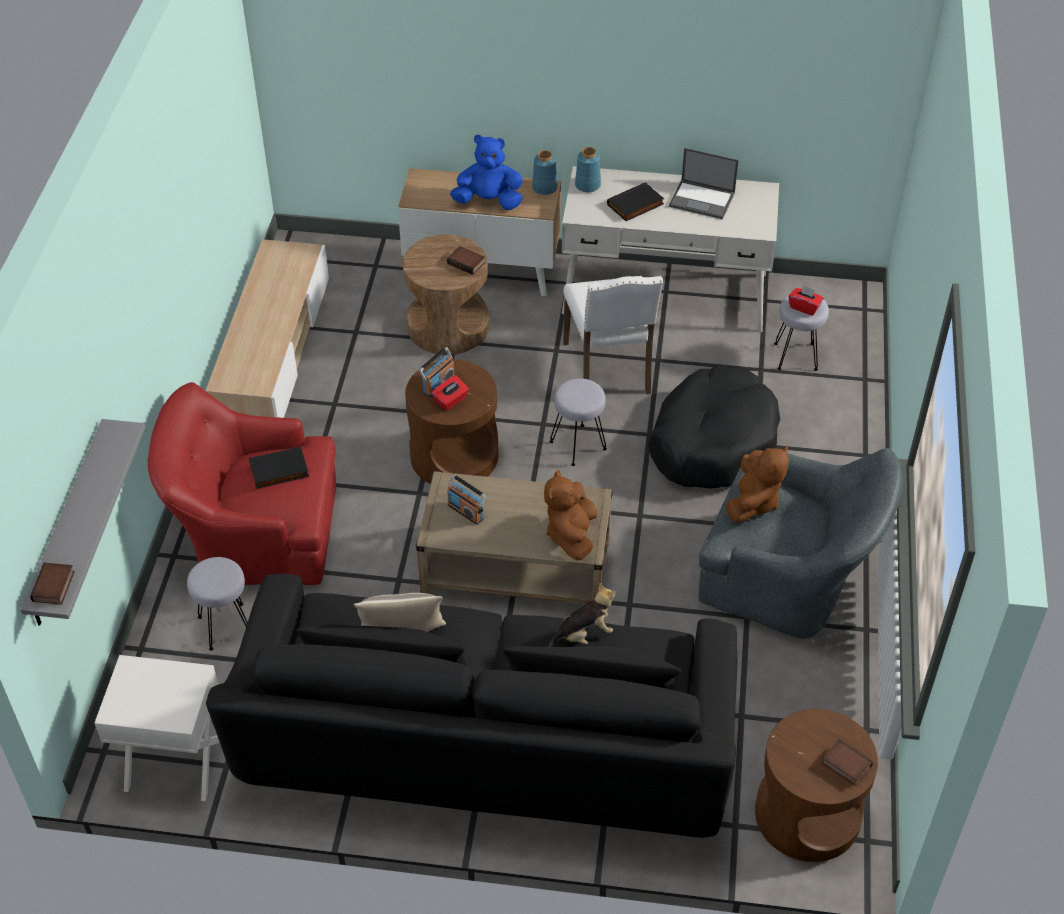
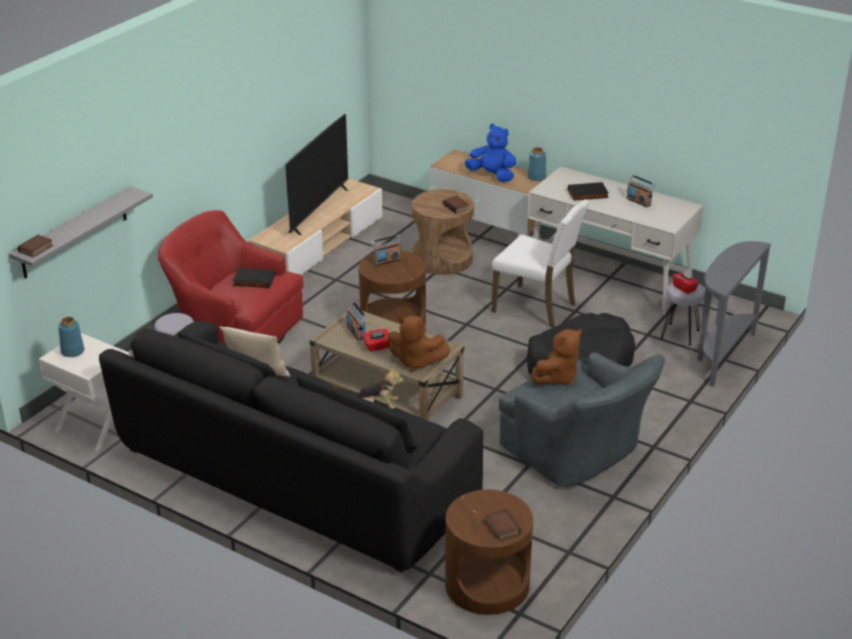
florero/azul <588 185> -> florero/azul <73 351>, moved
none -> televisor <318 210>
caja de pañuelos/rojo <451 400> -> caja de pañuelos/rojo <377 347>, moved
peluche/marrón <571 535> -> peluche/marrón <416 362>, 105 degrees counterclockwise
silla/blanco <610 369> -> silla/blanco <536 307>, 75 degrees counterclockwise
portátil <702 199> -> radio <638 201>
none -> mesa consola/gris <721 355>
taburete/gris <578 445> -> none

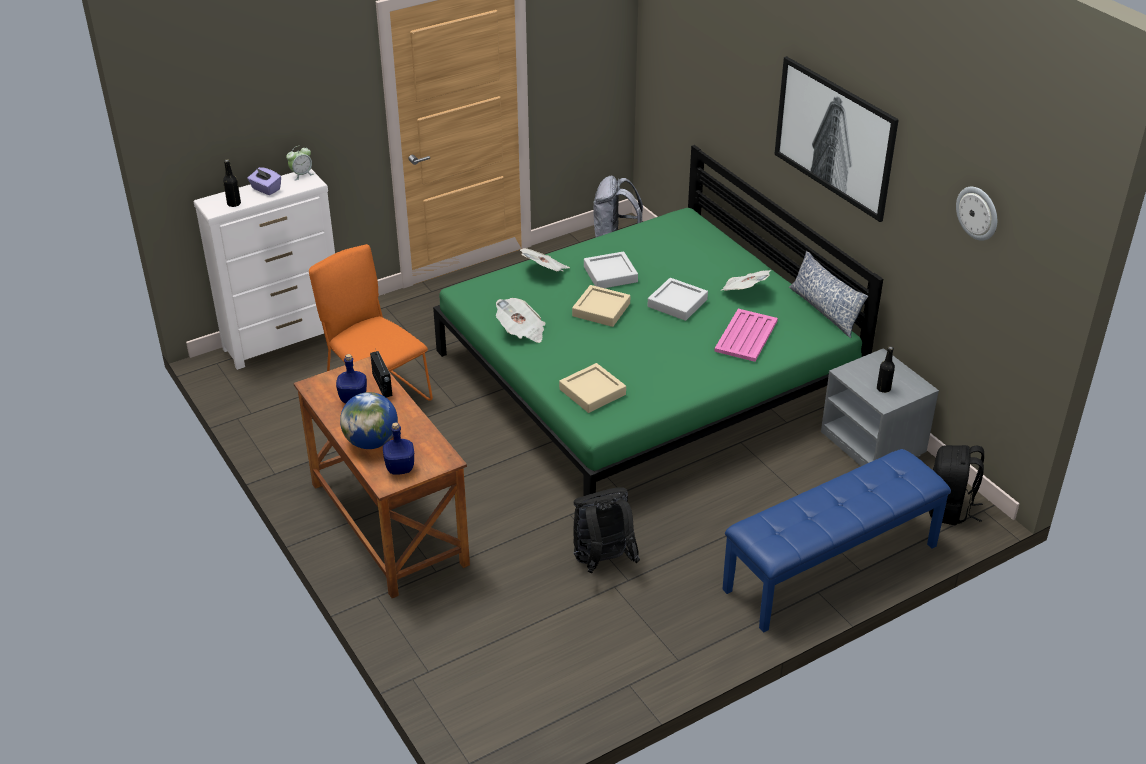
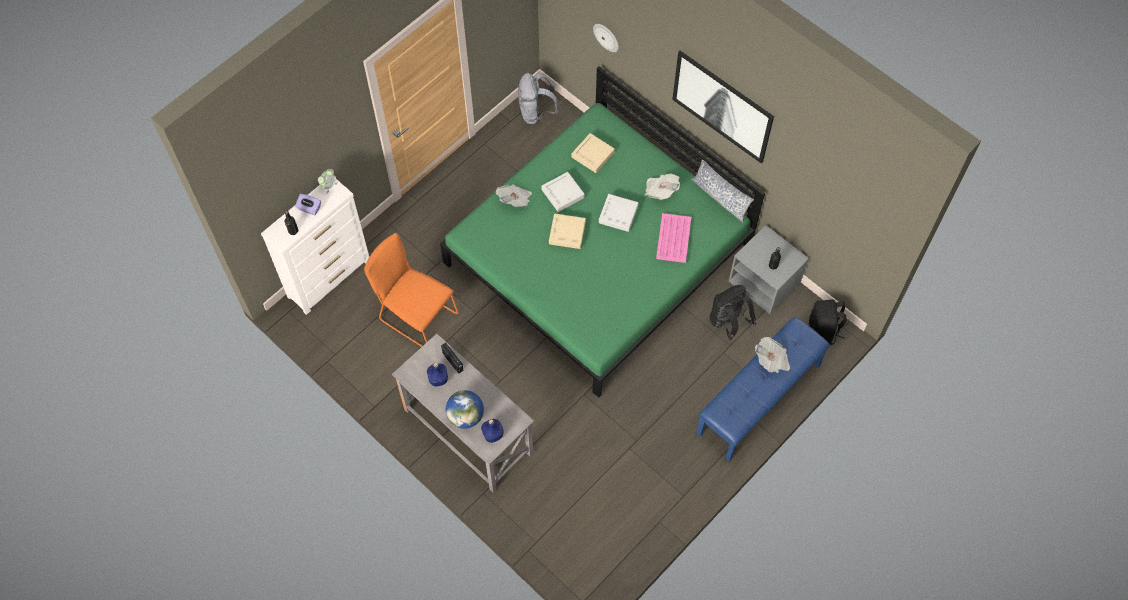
escritorio/marrón <387 524> -> escritorio/gris <467 432>
bandeja/beis <592 392> -> bandeja/beis <592 155>, moved
reloj de pared <978 213> -> reloj de pared <606 37>, moved
mochila/negro <602 562> -> mochila/negro <728 323>, moved
periódico <521 331> -> periódico <771 360>, moved

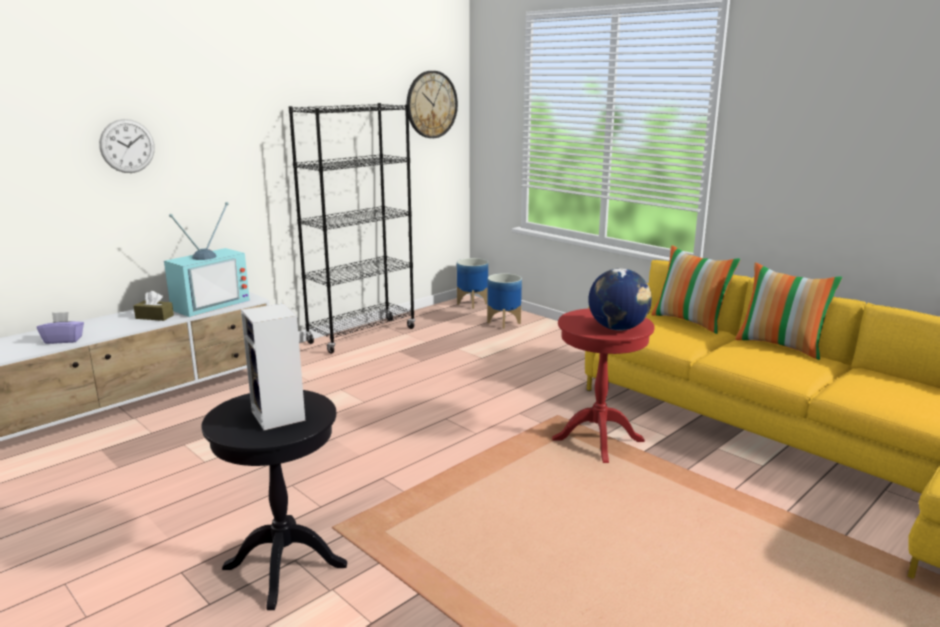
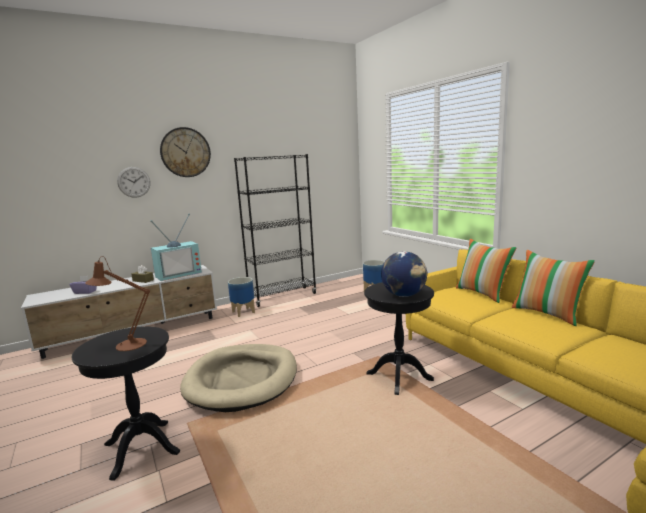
altavoz <280 417> -> lámpara de mesa/marrón <126 345>
reloj de pared <431 104> -> reloj de pared <185 152>, moved
none -> cama para perro/beis <242 380>
maceta <472 303> -> maceta <244 312>, moved
mesa auxiliar/rojo <598 440> -> mesa auxiliar/negro <399 377>

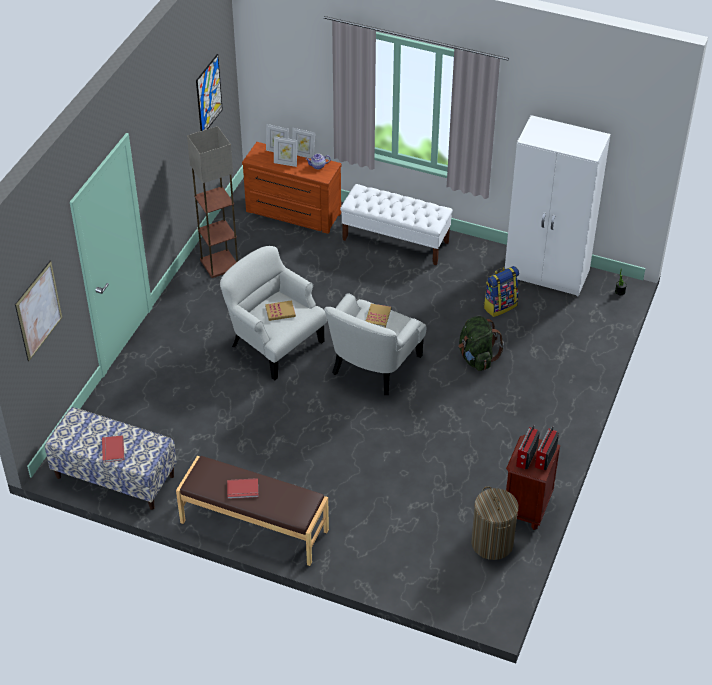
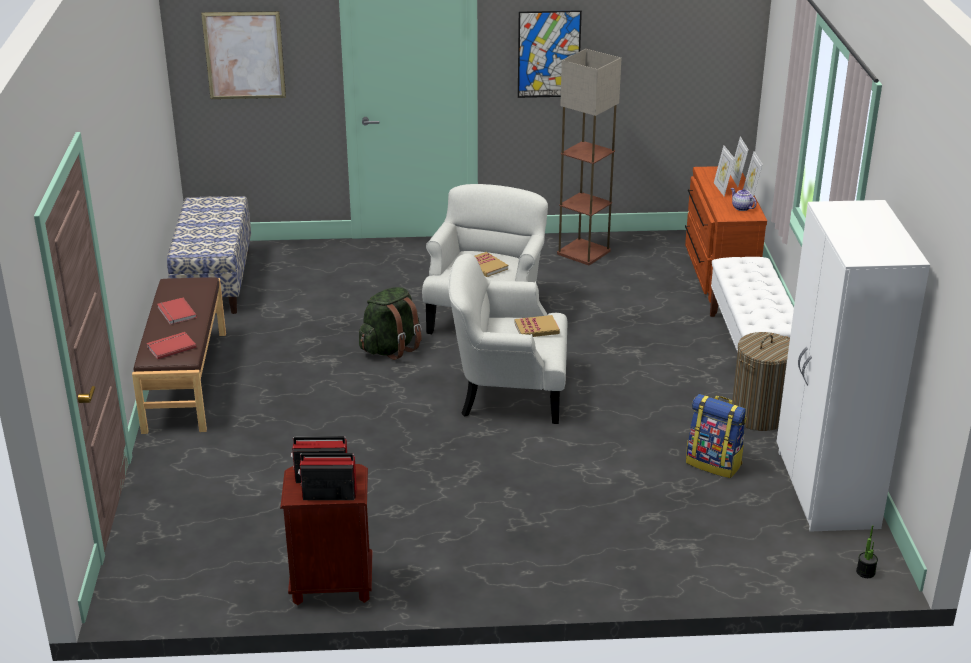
libro/rojo <112 450> -> libro/rojo <170 347>, moved
mochila/verde <476 358> -> mochila/verde <391 348>, moved
cuadro <209 95> -> cuadro <549 54>, moved
cesto de la ropa <492 543> -> cesto de la ropa <758 415>, moved

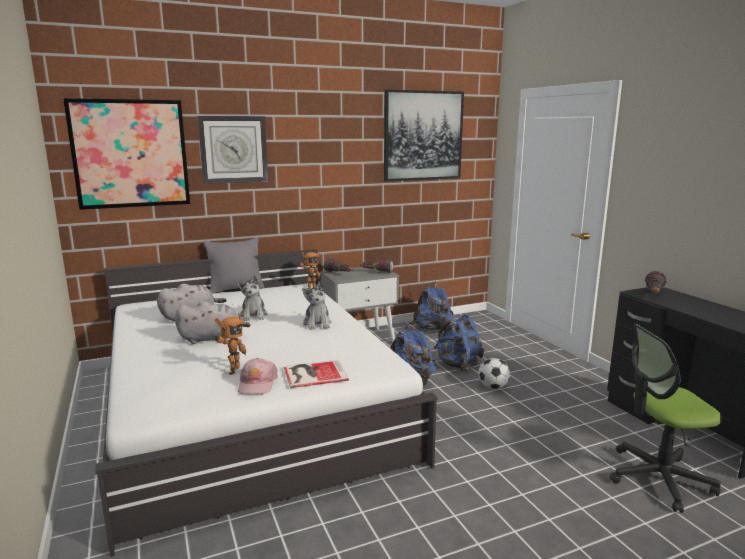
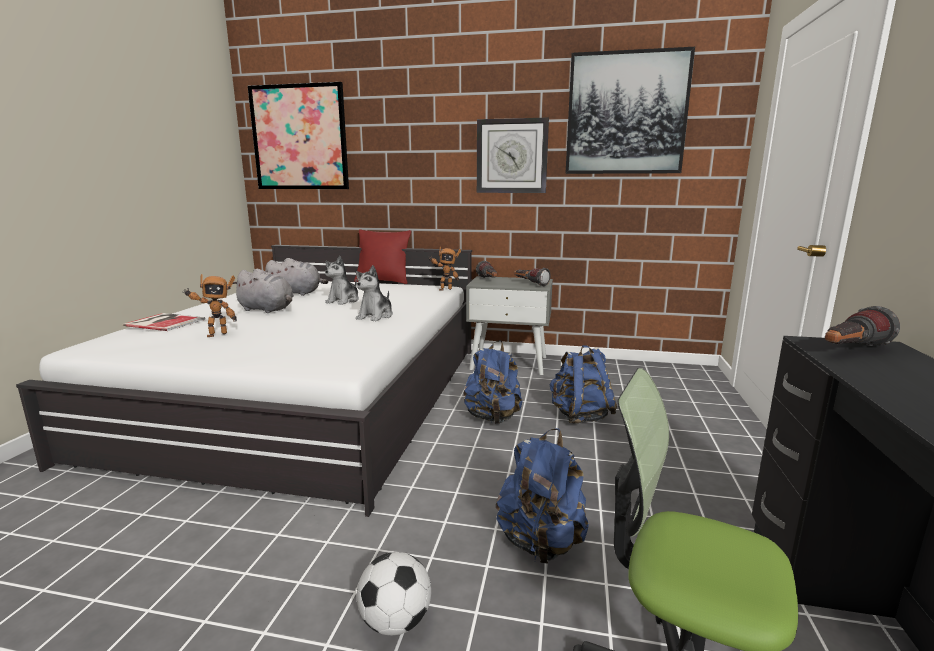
libro <313 374> -> libro <165 322>, moved
cojín/gris <236 289> -> cojín/rojo <383 281>
balón de fútbol <493 387> -> balón de fútbol <395 622>, moved
reloj de pared <233 149> -> reloj de pared <512 156>, moved
mochila/azul <433 329> -> mochila/azul <541 543>, moved
gorra/rosa <257 383> -> none

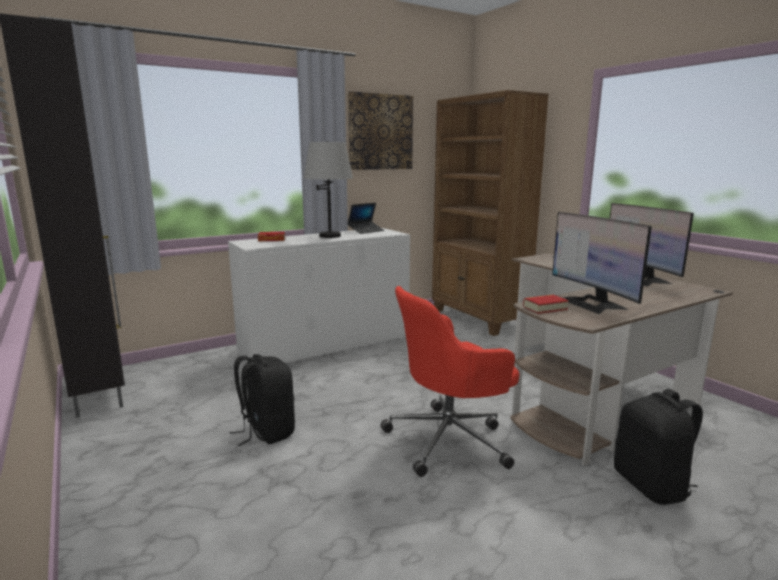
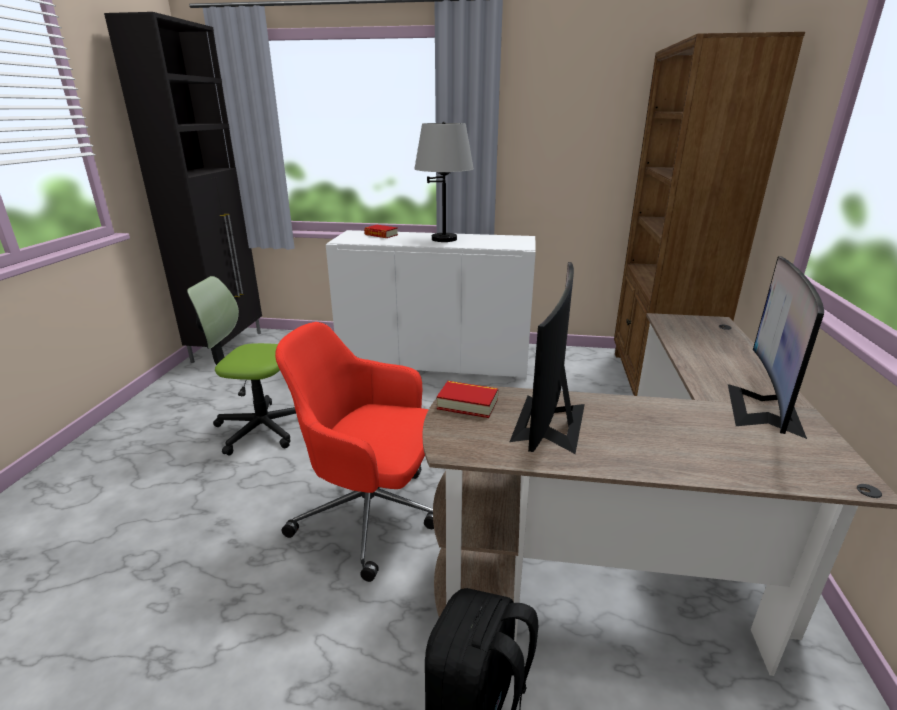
mochila/negro <266 431> -> silla de oficina <261 428>
portátil <366 231> -> none
cuadro <380 132> -> none

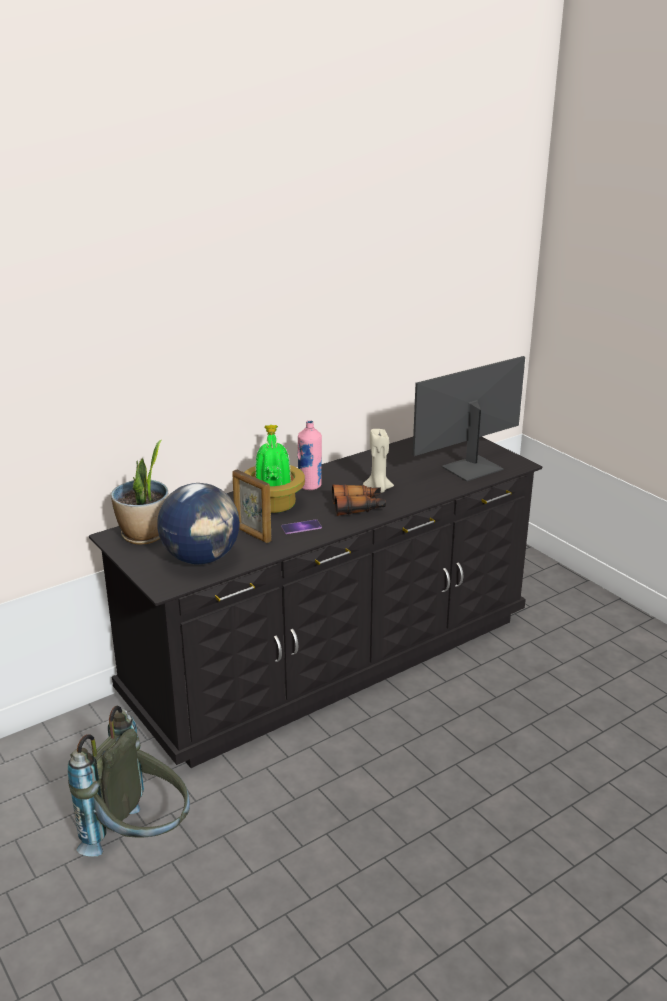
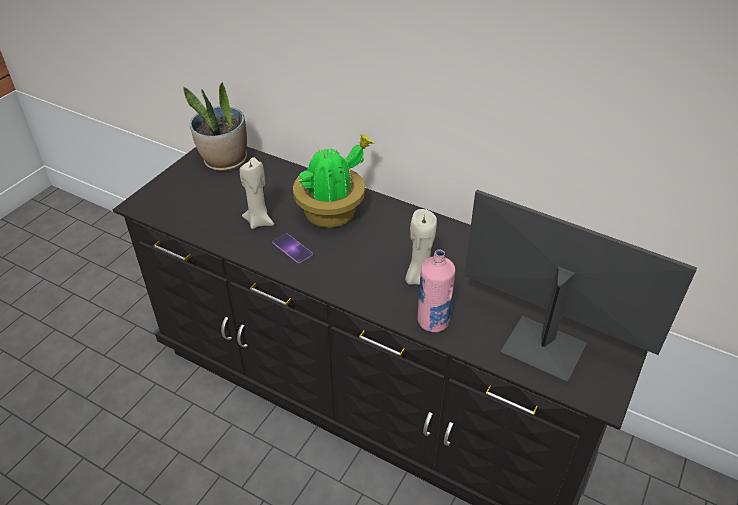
portarretratos <252 534> -> vela/beis <259 221>
botella/rosa <310 486> -> botella/rosa <433 322>, moved
mochila/gris <140 839> -> none
globo terráqueo <201 558> -> none
prismáticos <358 507> -> none

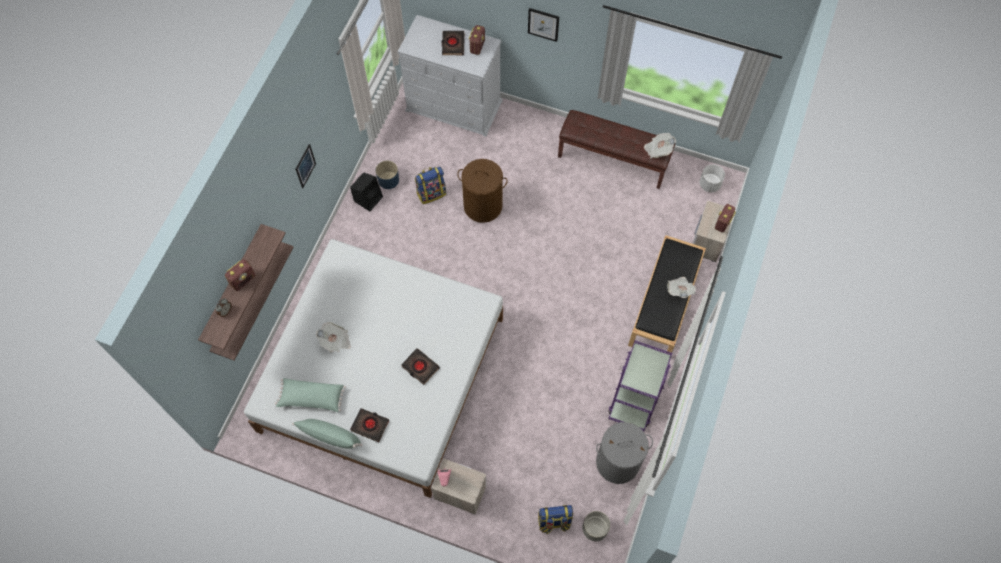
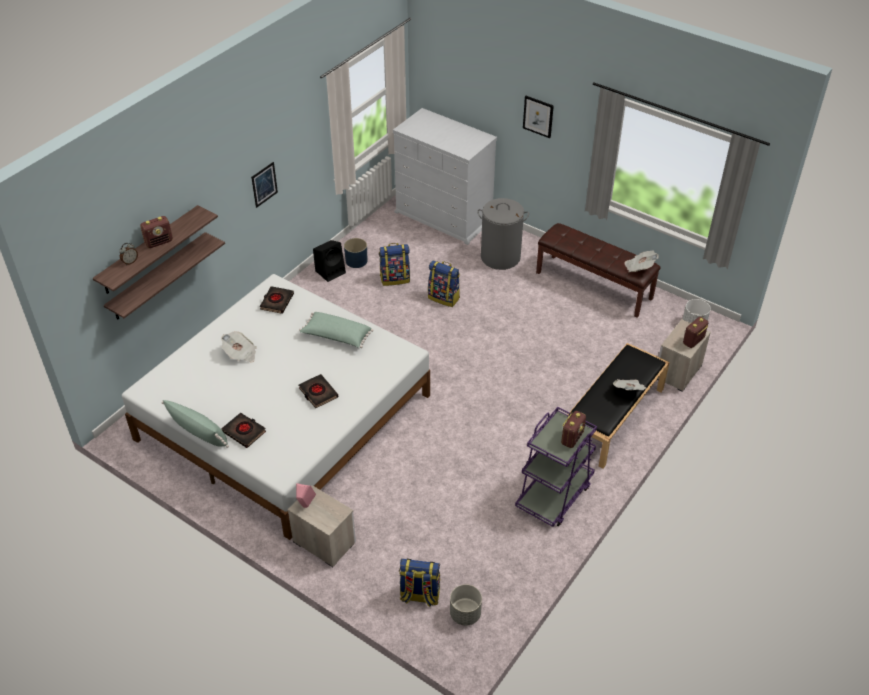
libro/negro <453 44> -> libro/negro <276 302>, moved
cojín/verde <311 398> -> cojín/verde <336 336>, moved
cesto de la ropa/marrón <483 205> -> mochila <444 298>
cesto de la ropa/gris <617 462> -> cesto de la ropa/gris <500 257>, moved
radio <477 46> -> radio <572 438>, moved

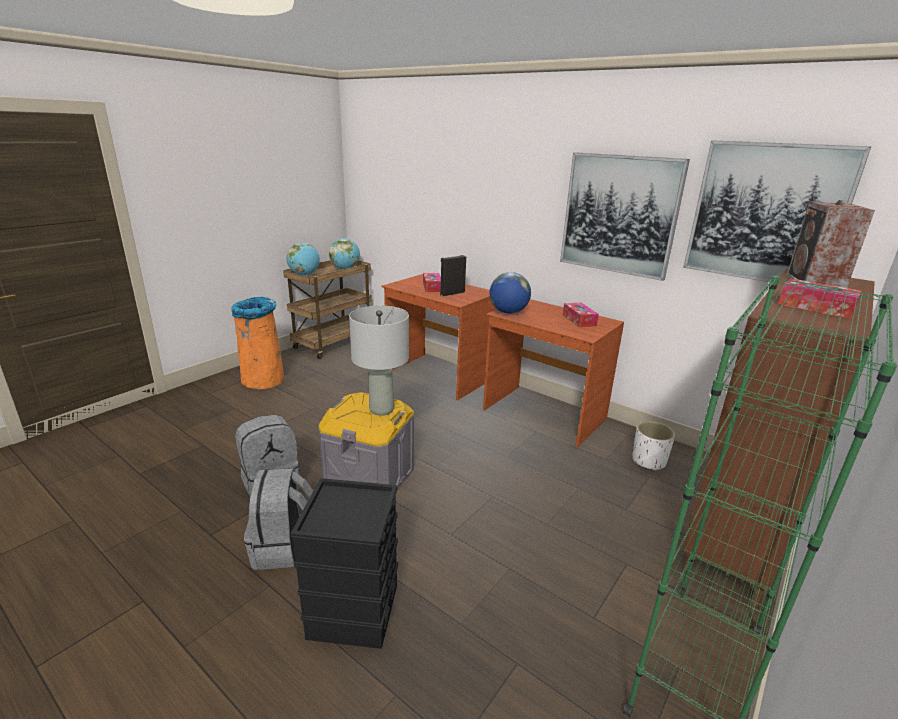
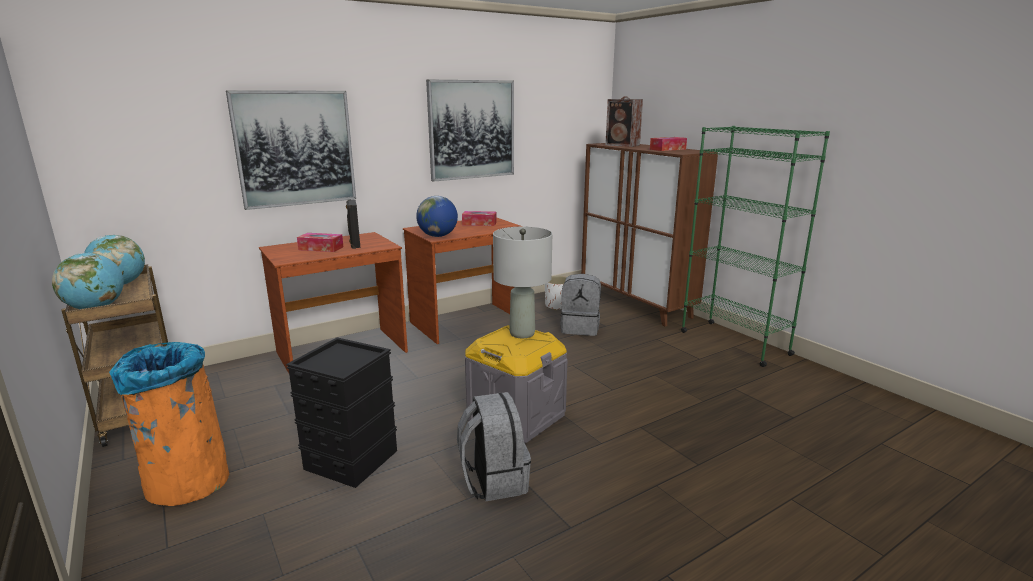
cuadro <766 213> -> cuadro <295 148>, moved
caja de almacenaje/negro <352 612> -> caja de almacenaje/negro <351 460>, moved
mochila/gris <284 548> -> mochila/gris <580 328>, moved

